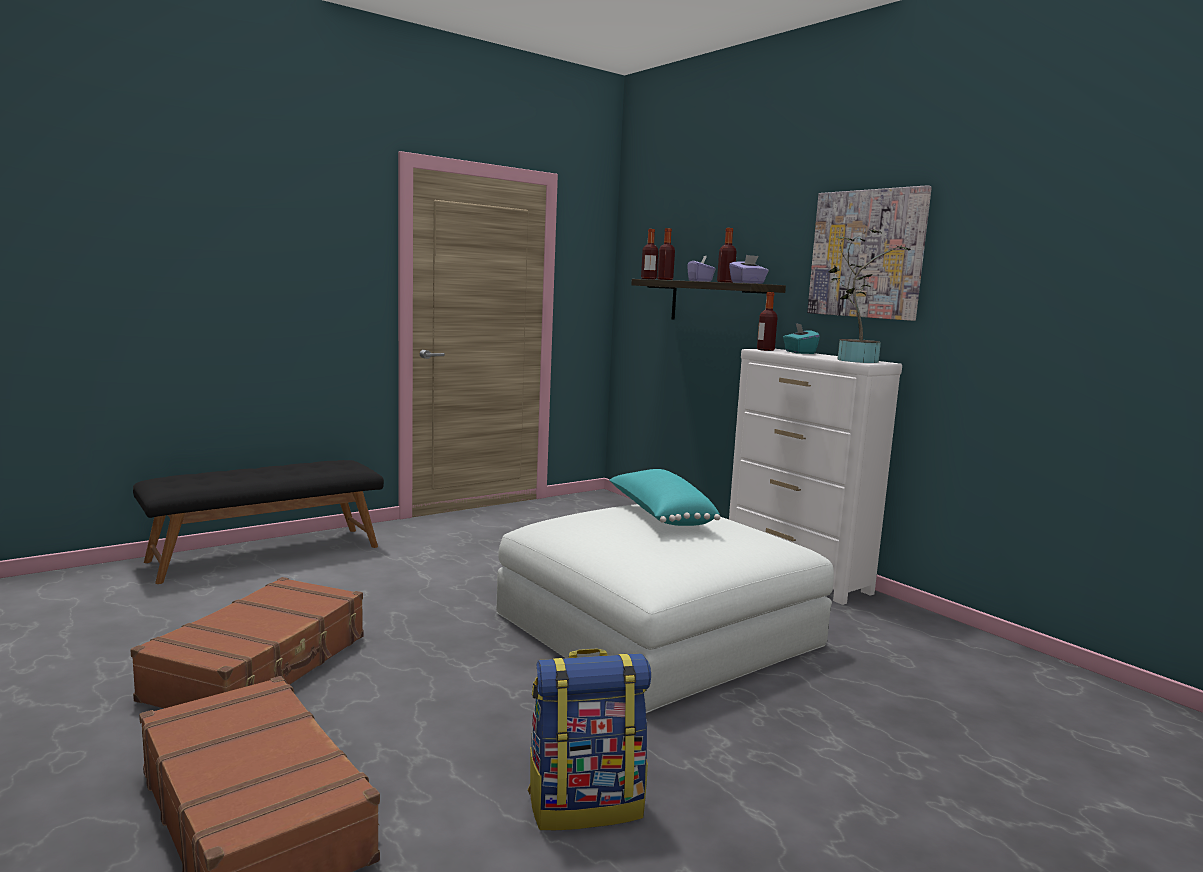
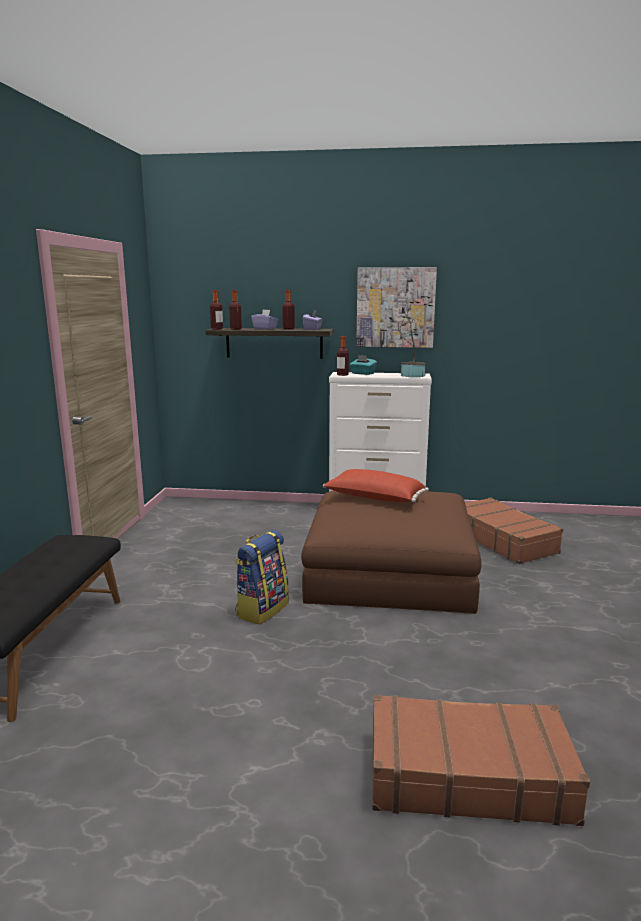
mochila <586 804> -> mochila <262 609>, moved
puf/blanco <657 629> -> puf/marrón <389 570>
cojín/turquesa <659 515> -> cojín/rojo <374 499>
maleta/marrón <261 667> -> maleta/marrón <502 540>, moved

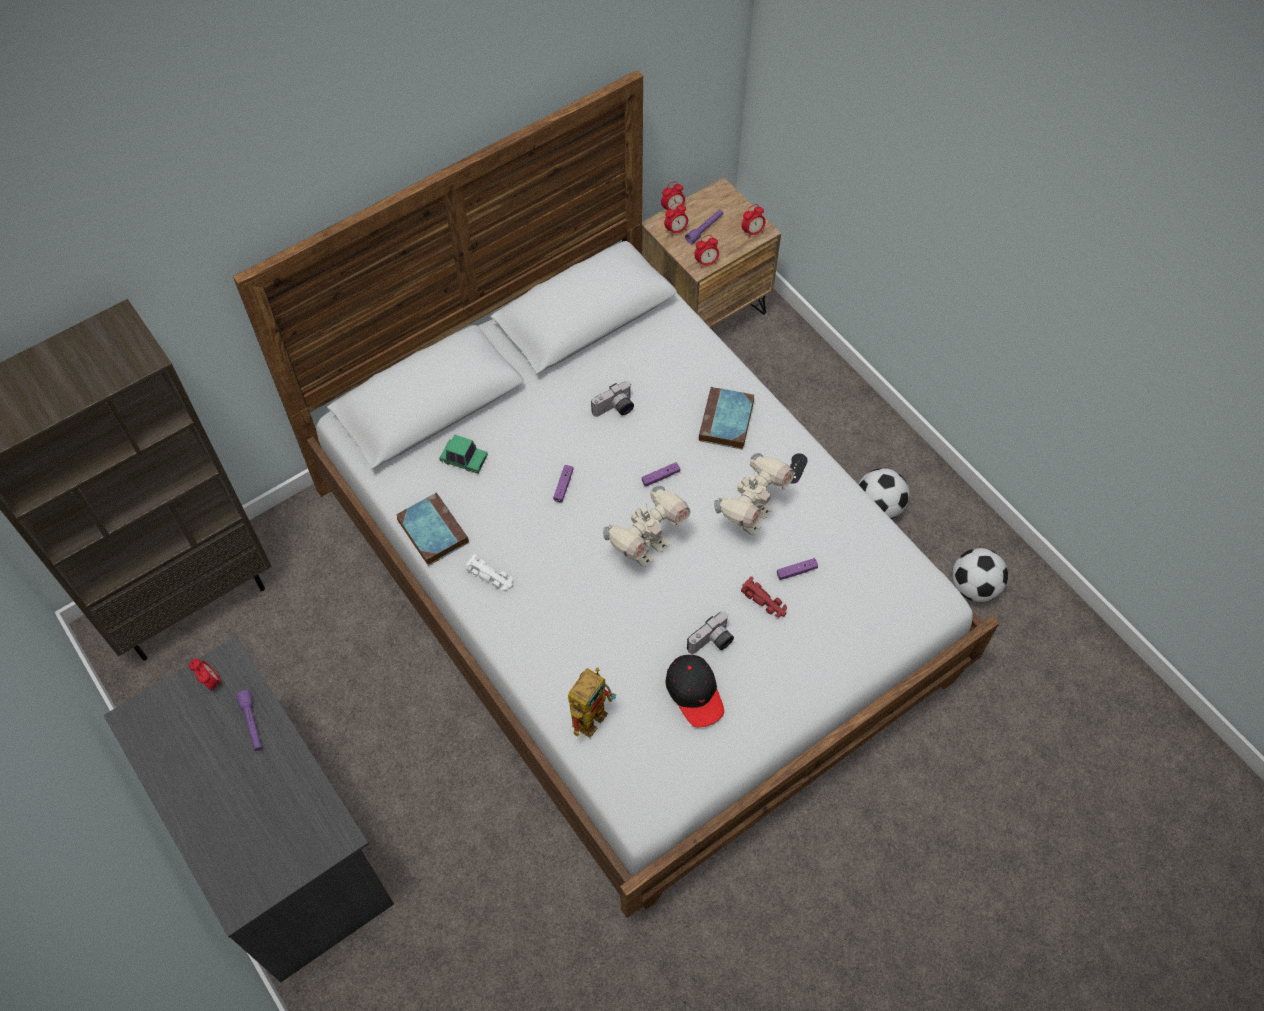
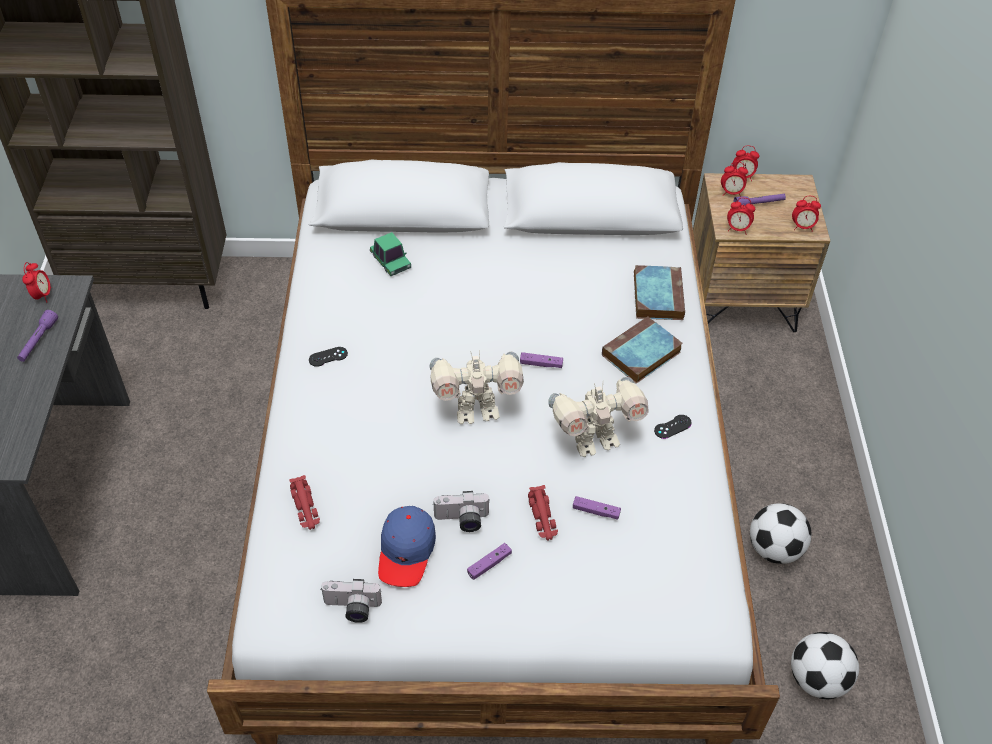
robot de juguete <591 711> -> coche de juguete/rojo <305 508>
coche de juguete/blanco <491 577> -> mando de consola/negro <328 357>
cámara <615 409> -> cámara <352 609>, moved
gorra/negro <695 693> -> gorra/azul <406 551>
mando de consola/morado <563 486> -> mando de consola/morado <489 564>, moved
libro <431 531> -> libro <657 295>, moved

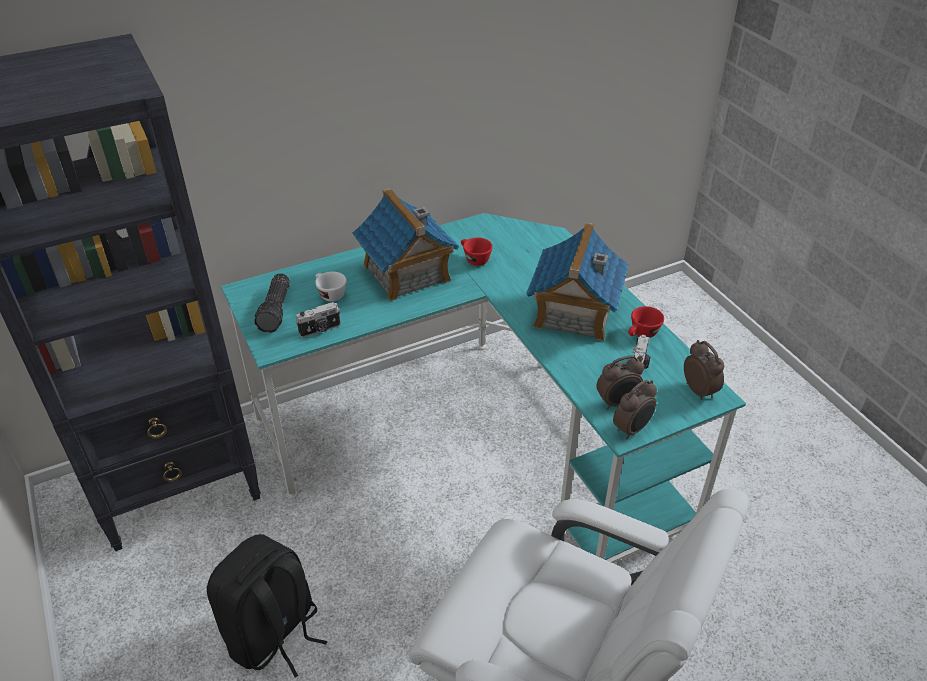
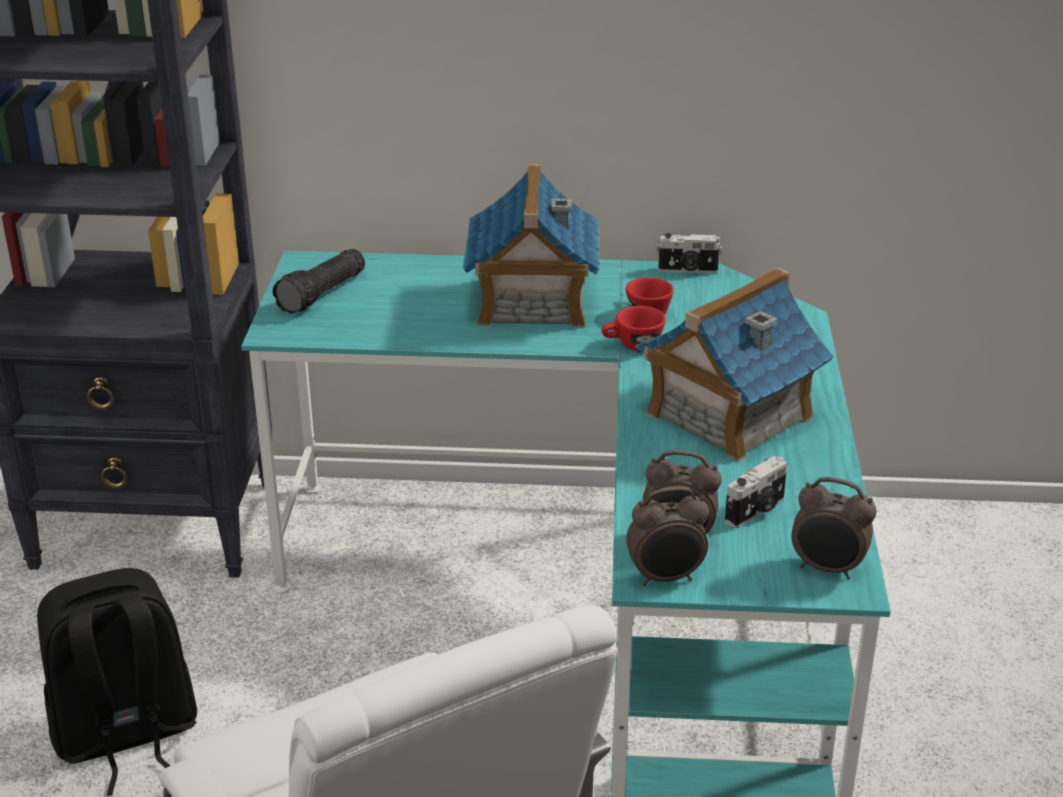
taza/rojo <642 334> -> taza/rojo <632 345>, moved
cámara <320 330> -> cámara <688 270>, moved
despertador <699 390> -> despertador <827 569>, 105 degrees clockwise
taza/blanco <329 294> -> none

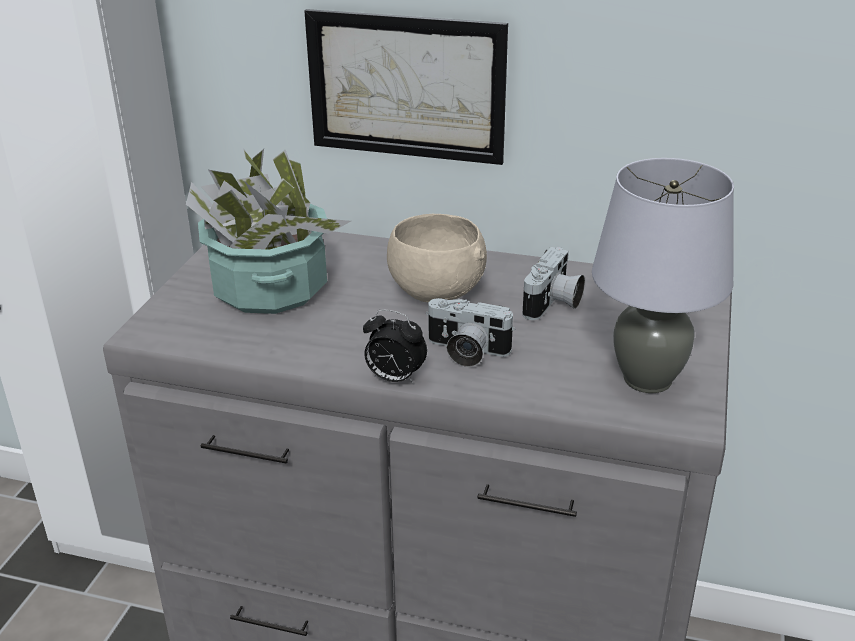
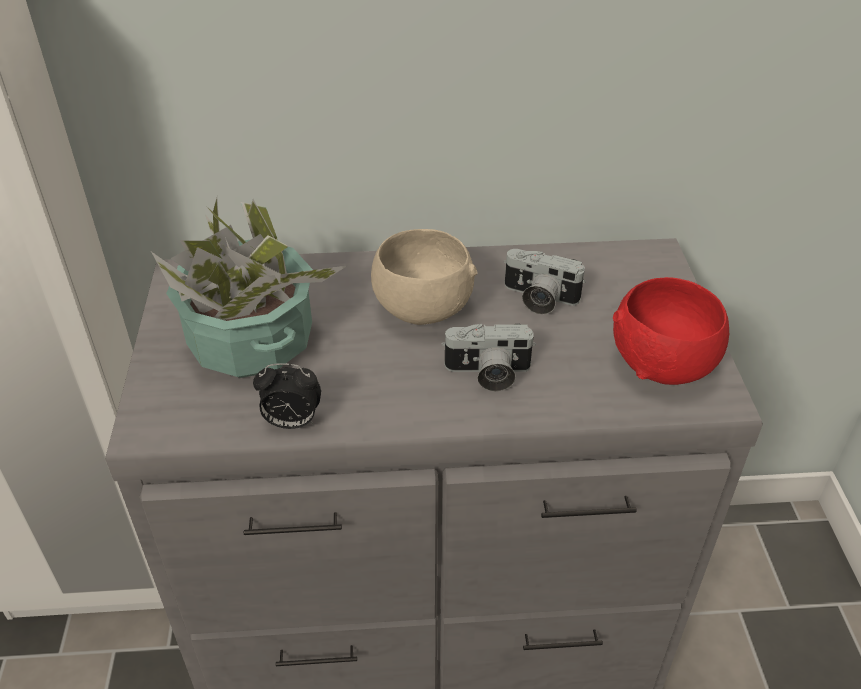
despertador <394 379> -> despertador <291 422>, moved
cámara <553 304> -> cámara <538 299>, 105 degrees clockwise
lámpara de mesa/gris <647 379> -> cuenco/rojo <664 365>
cuadro <406 86> -> none

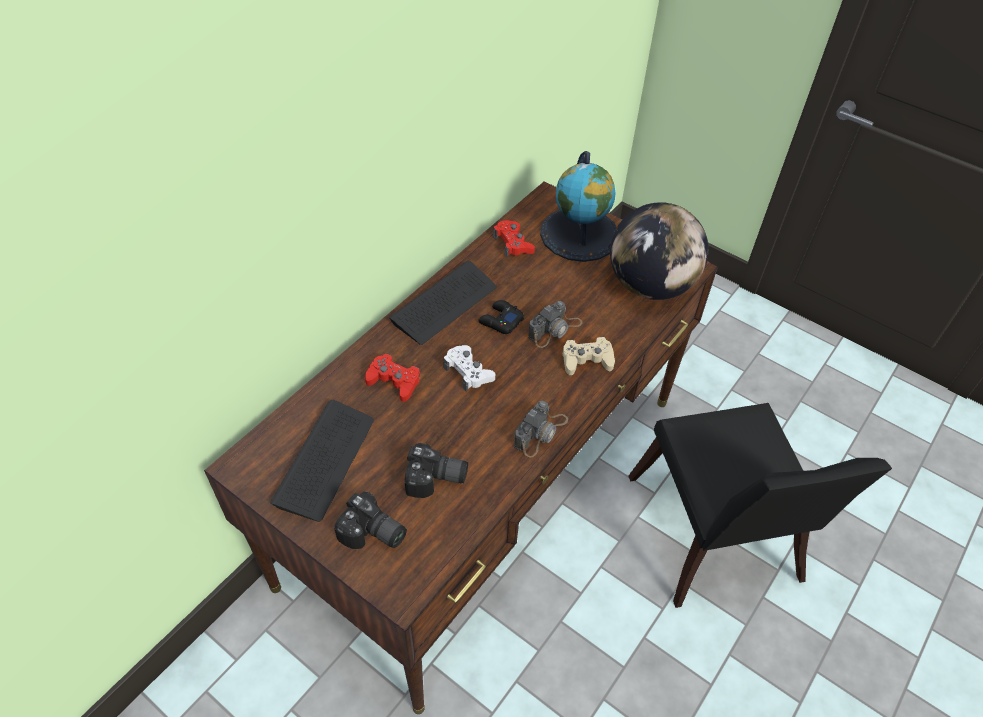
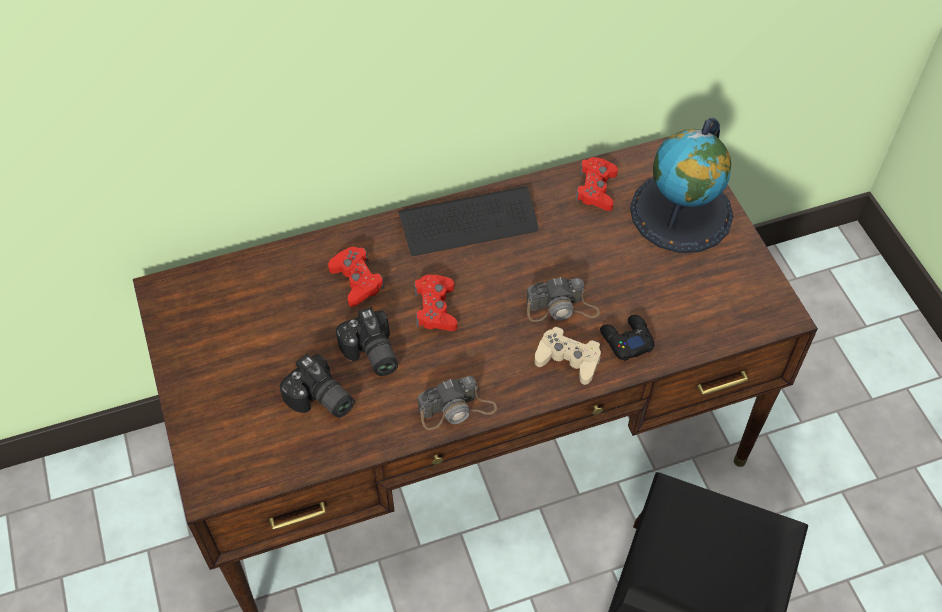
cámara <372 535> -> cámara <370 354>, moved
mando de consola/blanco <468 372> -> mando de consola/rojo <435 308>
mando de consola/negro <500 321> -> mando de consola/negro <626 340>, moved
teclado <325 461> -> none
globo terráqueo <650 285> -> none

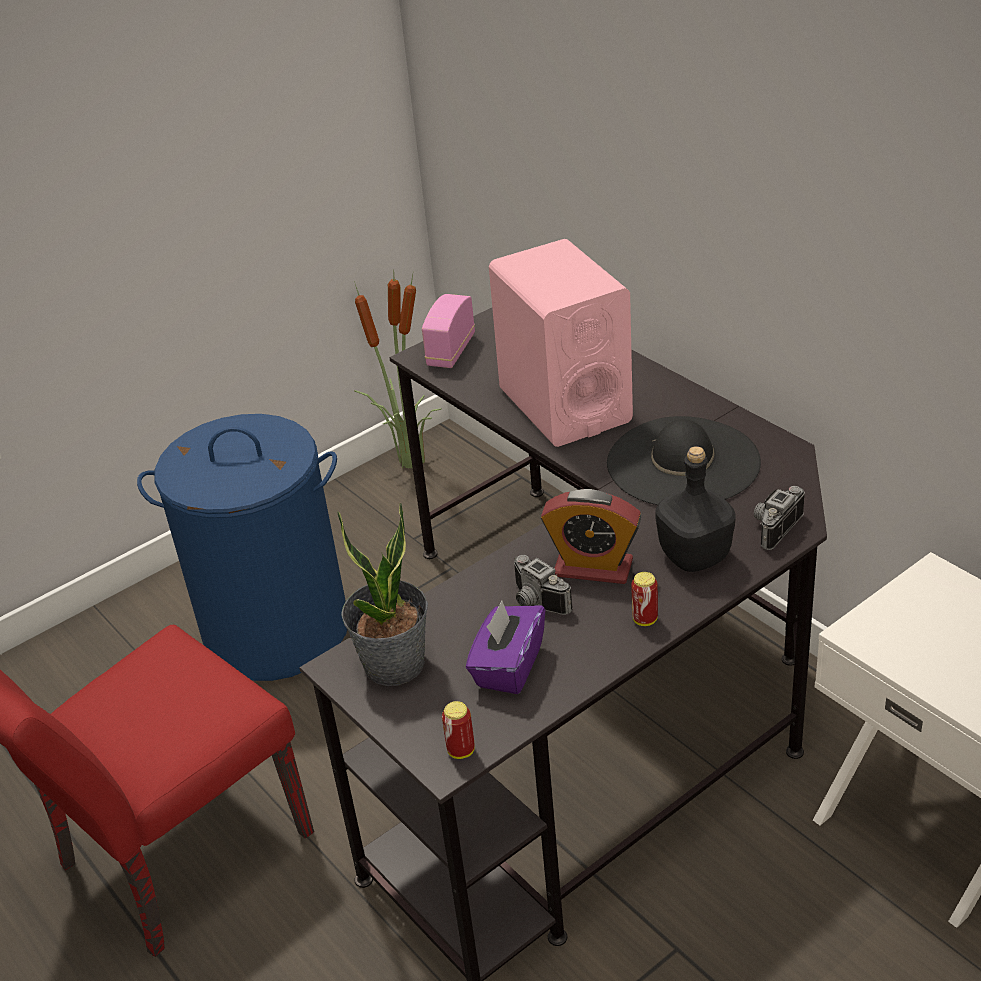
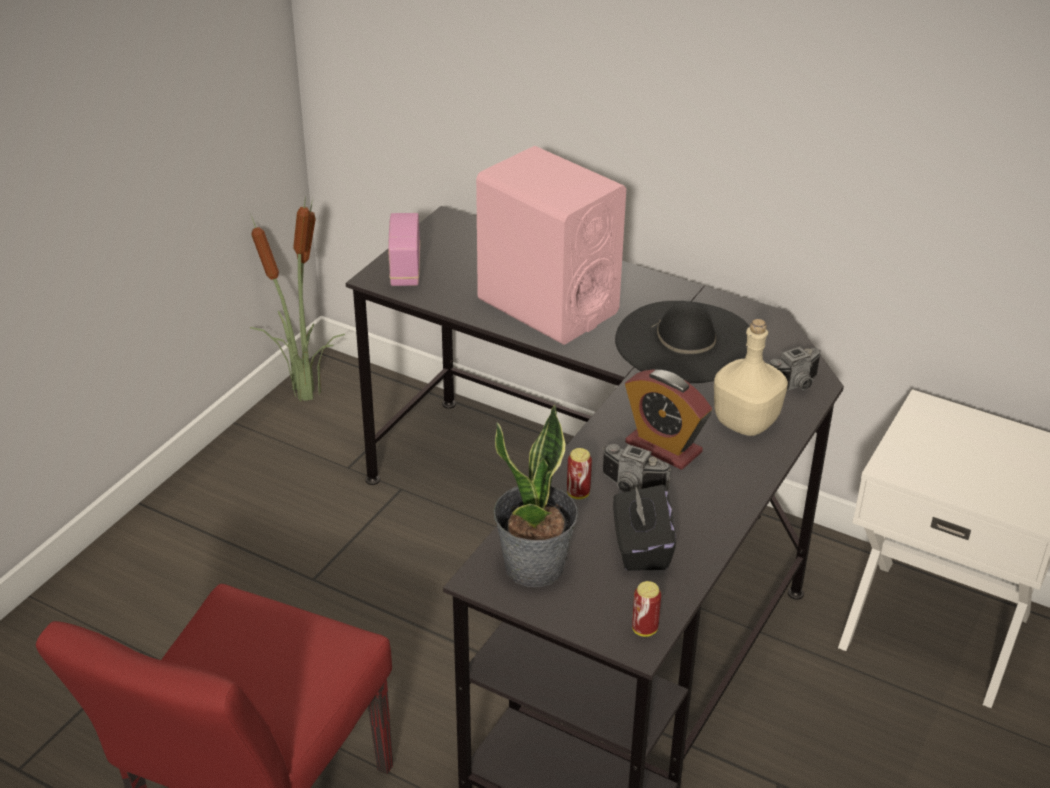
lata <645 619> -> lata <578 493>, moved
caja de pañuelos/morado <508 666> -> caja de pañuelos/negro <641 547>
despertador <593 568> -> despertador <663 447>, 45 degrees clockwise
botella/negro <695 557> -> botella/beis <747 423>
cámara <772 527> -> cámara <795 386>, 135 degrees counterclockwise
cesto de la ropa/azul <276 631> -> none

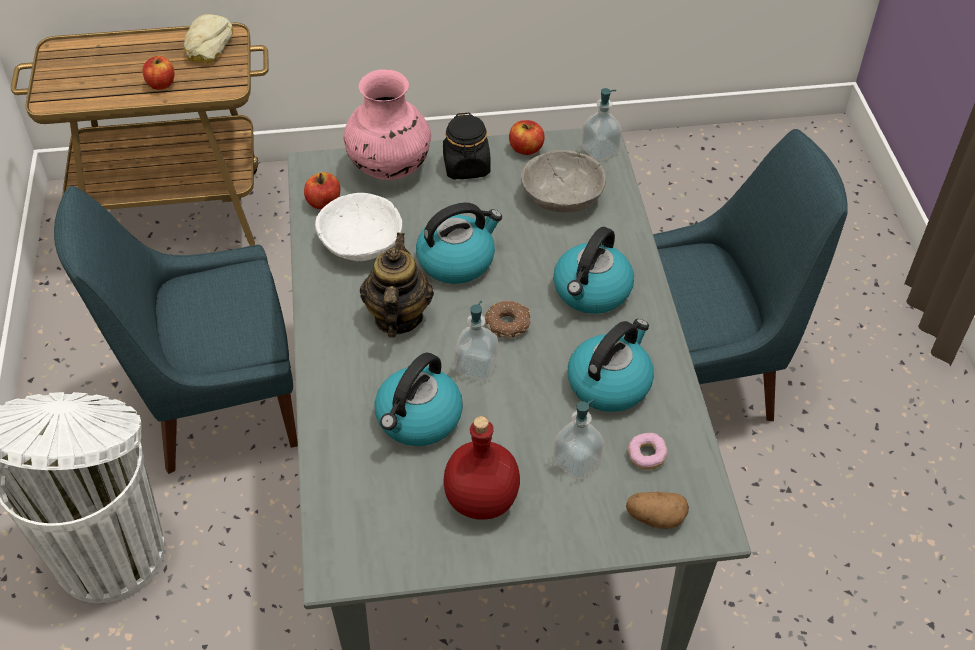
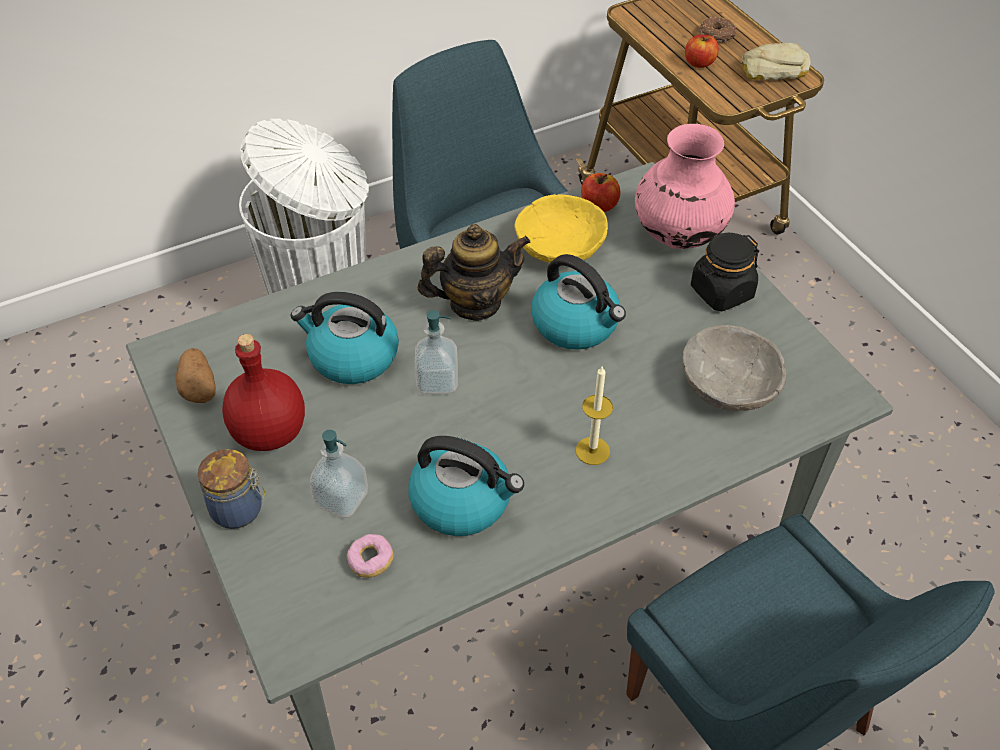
patata <655 518> -> patata <199 387>, moved
none -> tarro <239 510>
cuenco/blanco <360 242> -> cuenco/amarillo <560 247>
hervidor <591 291> -> vela <592 451>
rosquilla <508 324> -> rosquilla <717 35>, moved
manzana <526 149> -> none
dispensador de jabón <600 150> -> none

